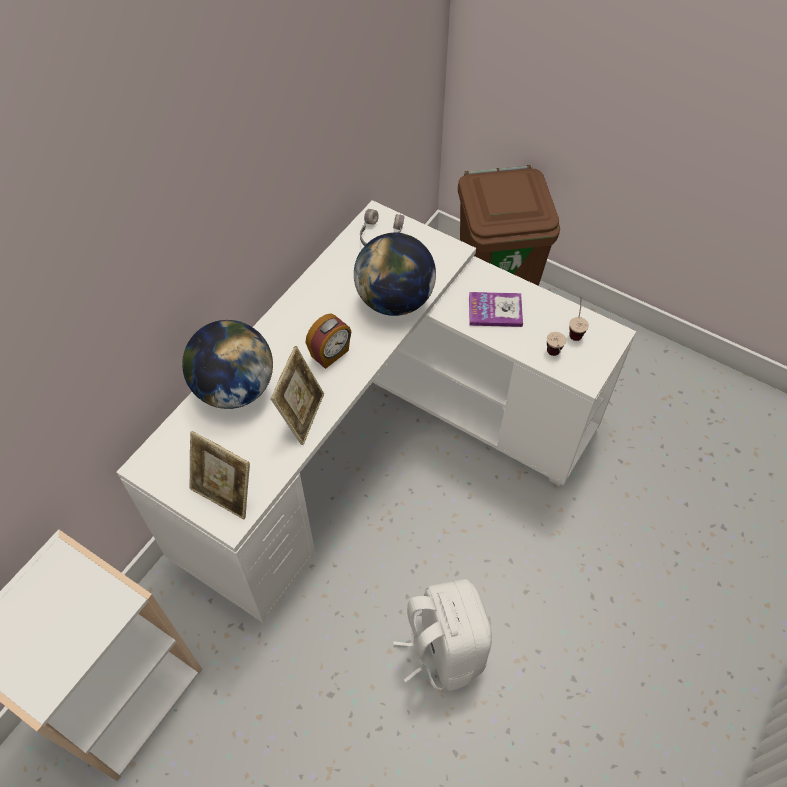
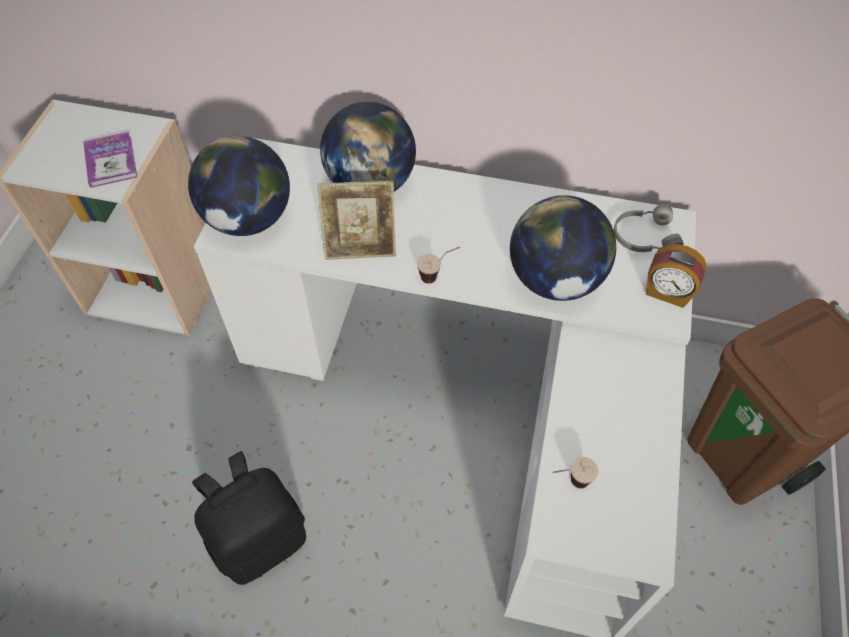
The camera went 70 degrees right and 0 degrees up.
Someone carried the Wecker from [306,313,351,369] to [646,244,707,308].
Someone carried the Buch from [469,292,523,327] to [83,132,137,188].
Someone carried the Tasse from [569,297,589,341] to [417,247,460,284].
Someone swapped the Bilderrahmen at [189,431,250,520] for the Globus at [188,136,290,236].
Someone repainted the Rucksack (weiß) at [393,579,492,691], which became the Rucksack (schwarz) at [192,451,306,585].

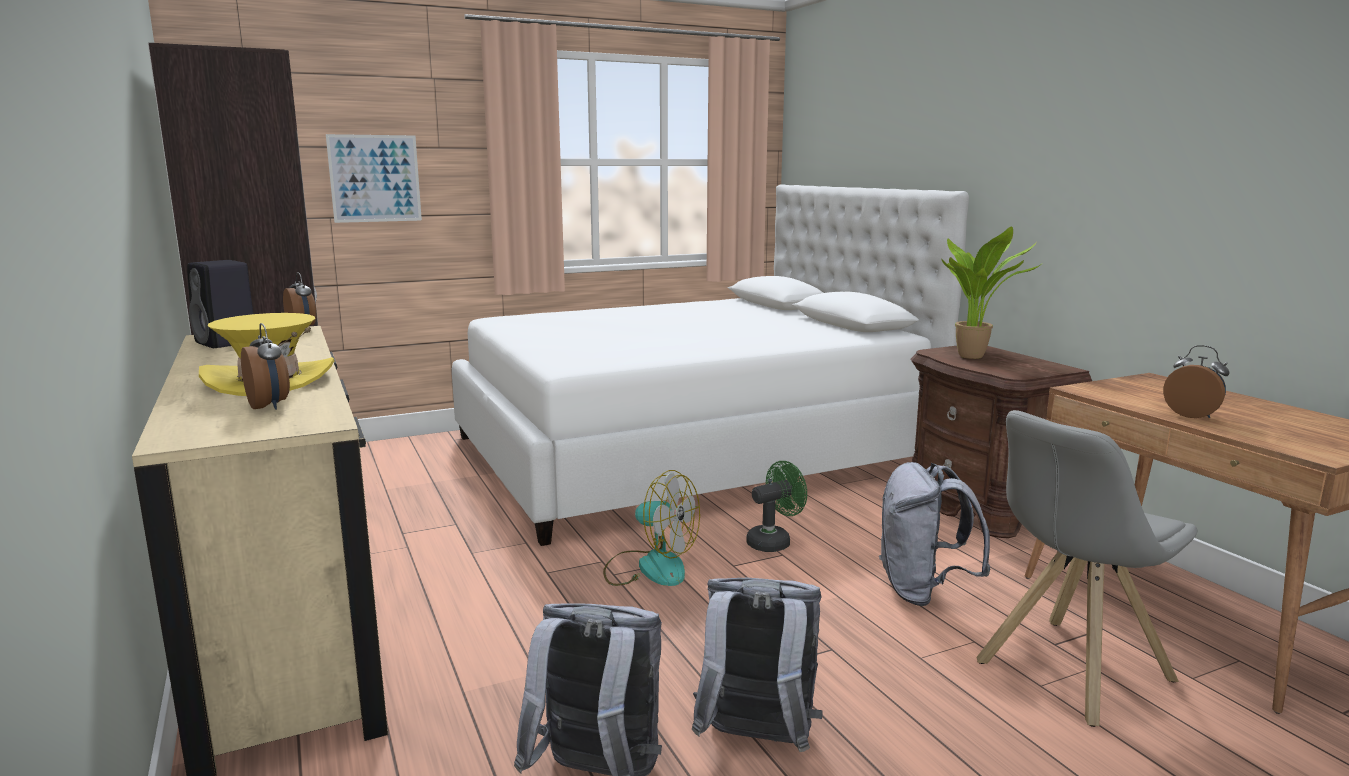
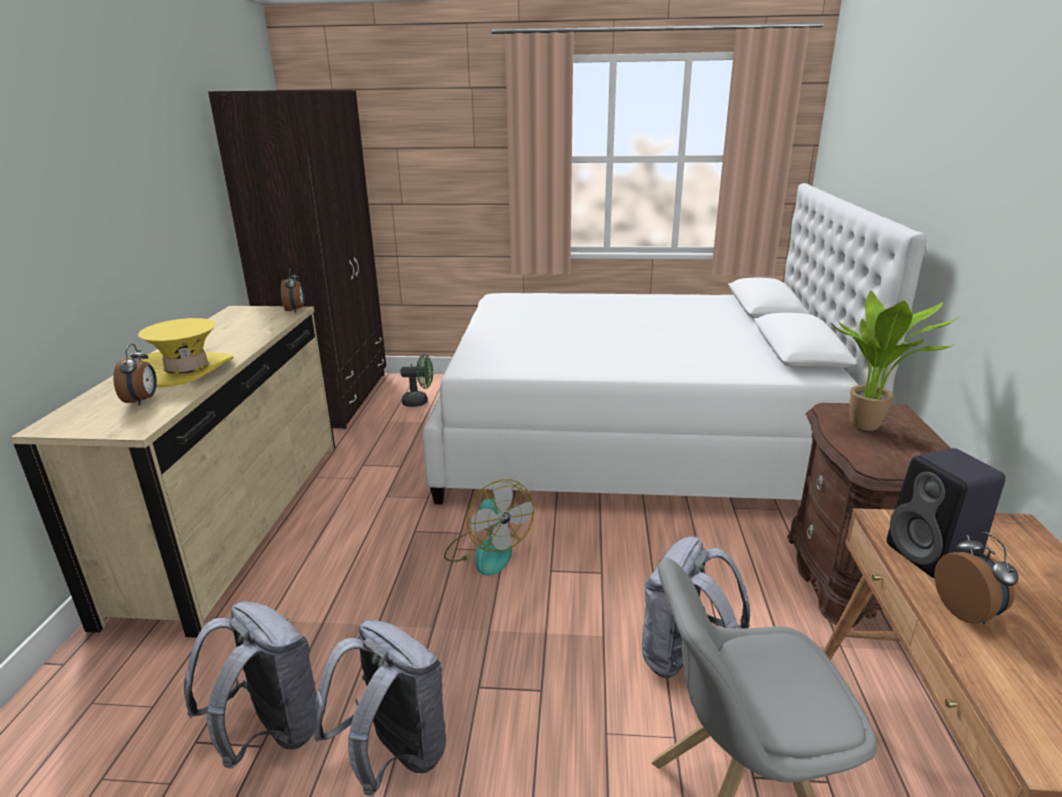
The camera went 30 degrees right and 10 degrees up.
Someone took away the Bild at [326,134,422,223].
Someone carried the Lautsprecher (schwarz) from [187,260,254,348] to [886,448,1006,578].
Someone carried the Ventilator (grün) from [746,461,807,552] to [400,354,433,407].

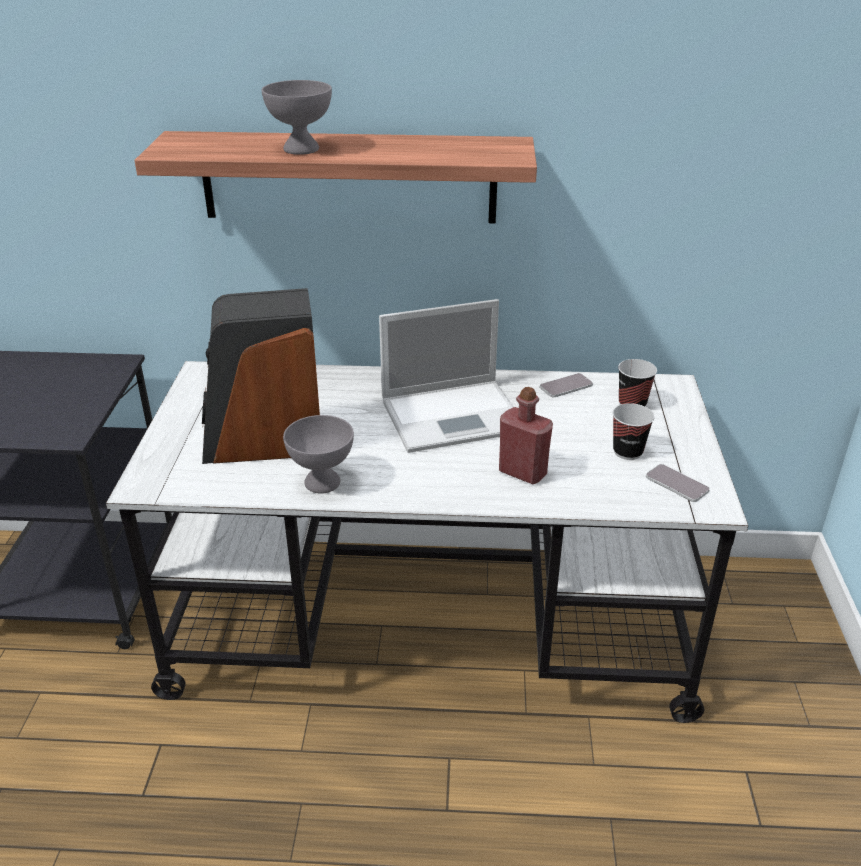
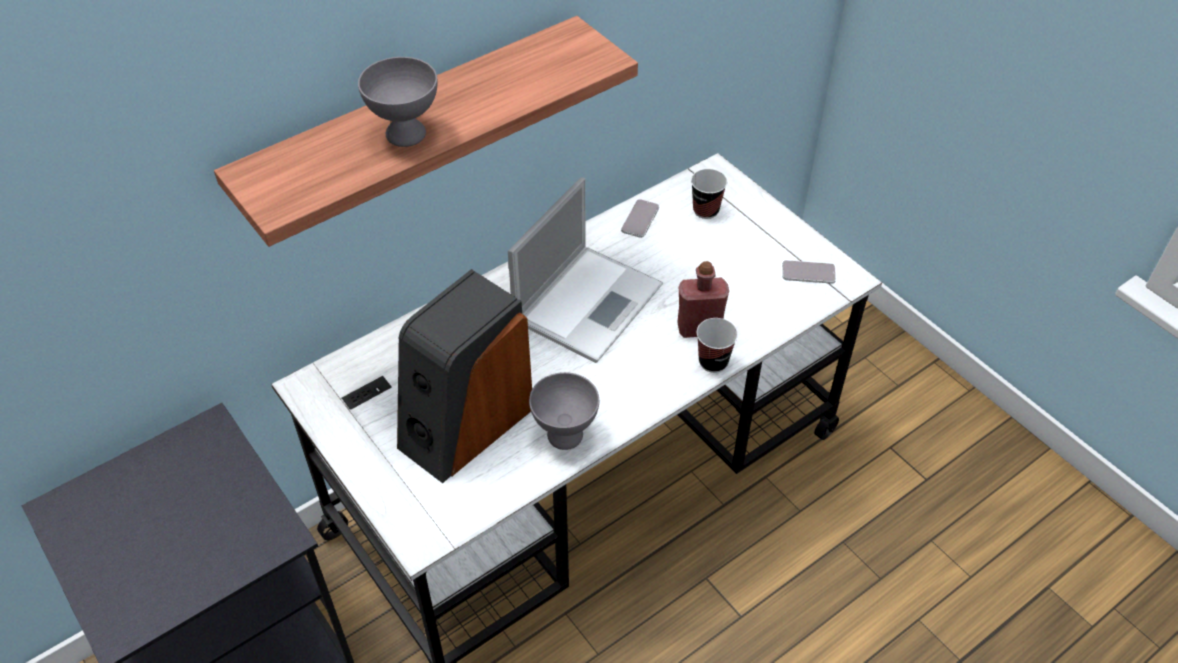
The camera went 40 degrees left and 15 degrees up.
Someone carried the Tasse from [613,403,655,460] to [697,318,738,373].

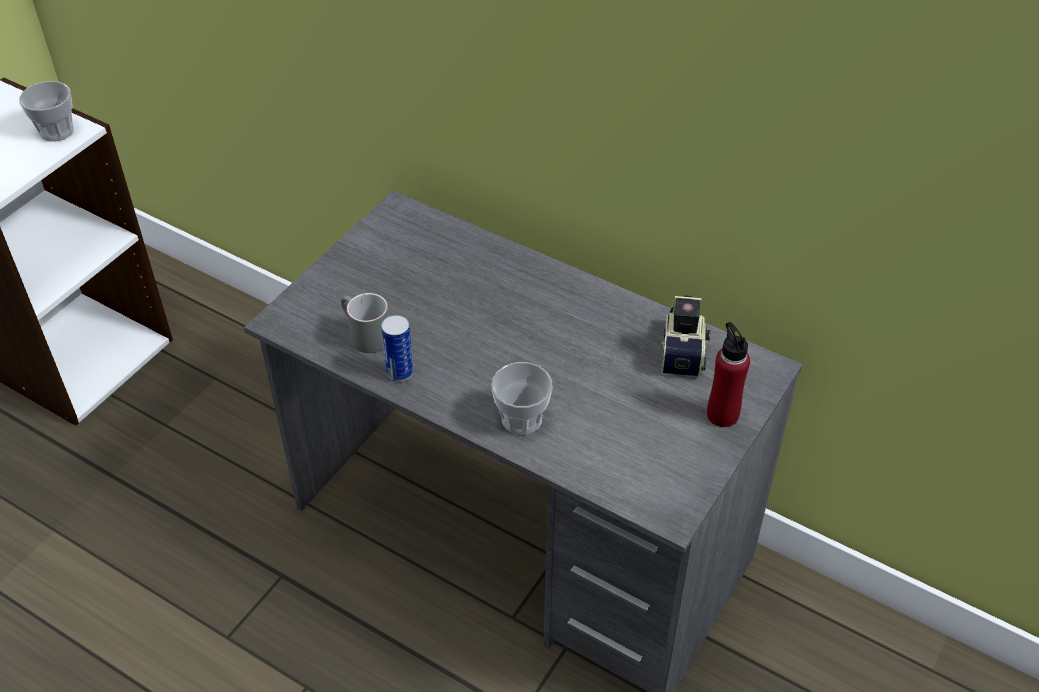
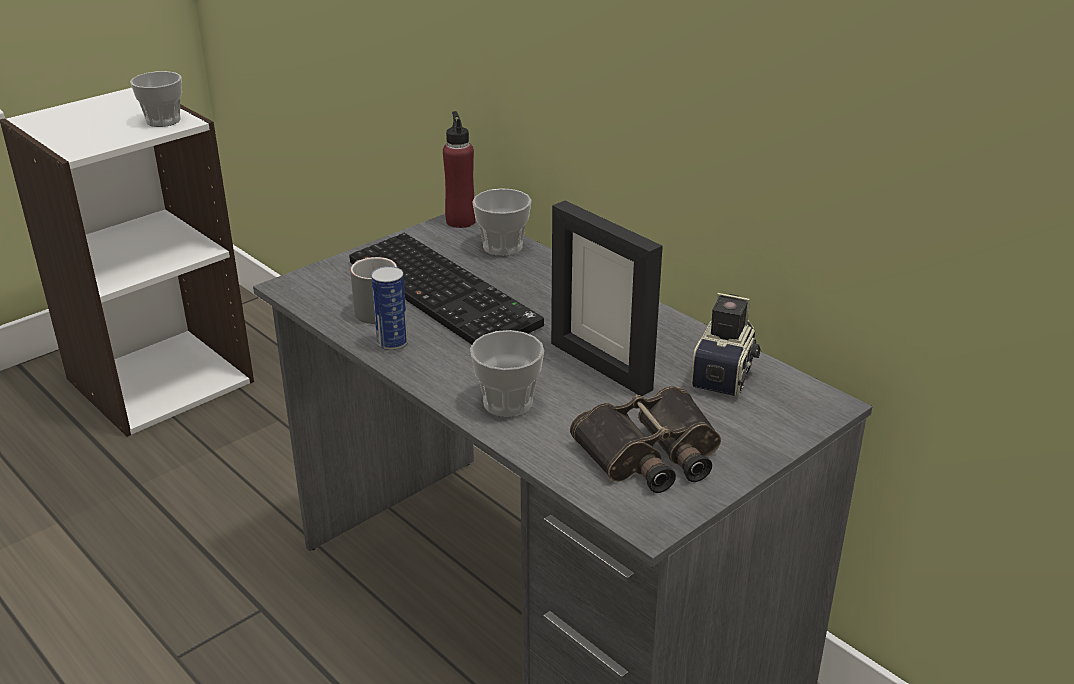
The camera went 15 degrees right and 15 degrees down.
Someone put down the Tastatur at [349,233,544,345].
Someone put down the Tasse at [472,188,532,256].
Someone put down the Bilderrahmen at [551,201,663,396].
Someone put down the Fernglas at [570,386,721,493].
Someone carried the Flasche (rot) from [707,322,750,427] to [443,111,476,228].

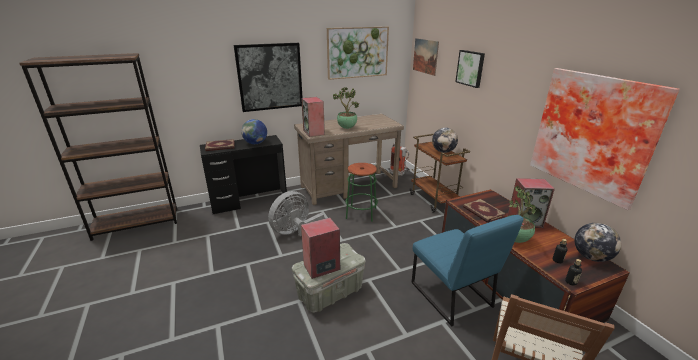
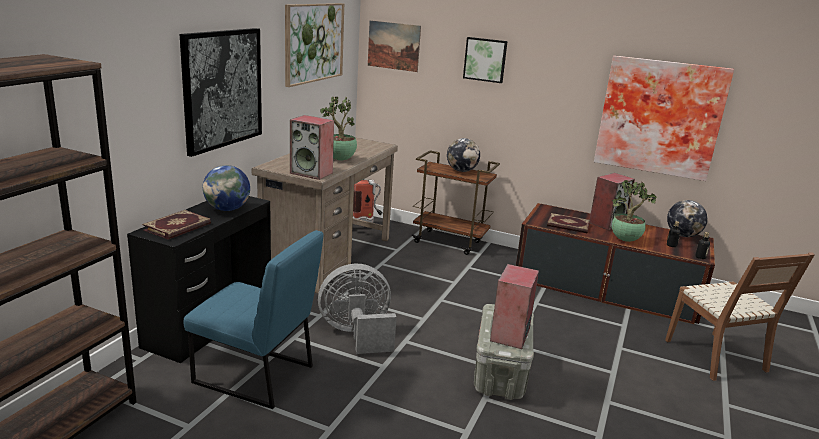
The camera went 45 degrees left and 5 degrees down.
Someone took away the Hocker (grün) at [345,163,378,222].
Someone carried the Stuhl (blau) from [411,215,524,326] to [184,230,323,409].
Someone rotated the Ventilator (grau) at [268,191,324,236] by 75 degrees clockwise.

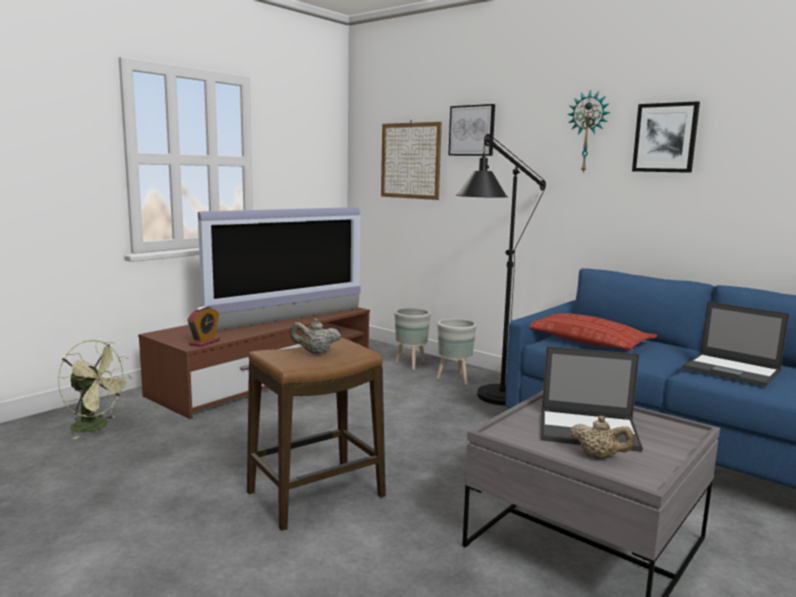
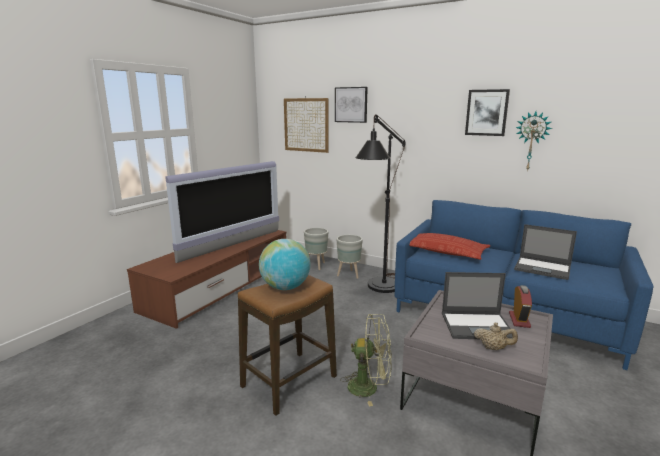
The camera went 10 degrees left and 5 degrees up.
Someone carried the Ventilator (grün) from [58,340,132,439] to [340,314,392,406].
Someone carried the Wecker from [187,306,220,347] to [509,285,532,328].
Someone carried the Wanduhr from [567,90,610,174] to [516,112,552,172].
Someone swapped the Teekanne (beige) at [290,318,341,354] for the Globus at [259,239,310,290].

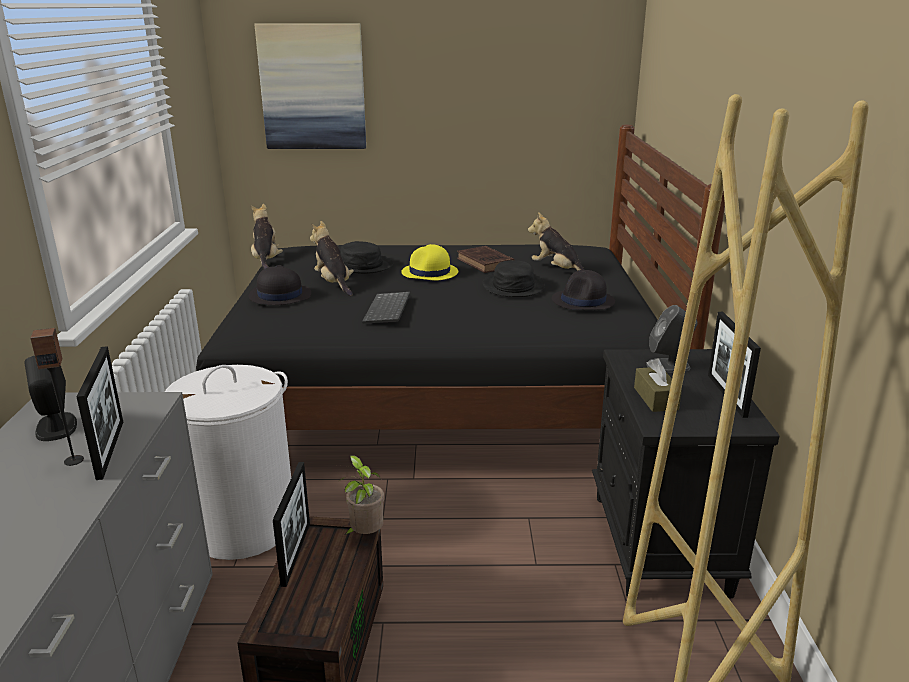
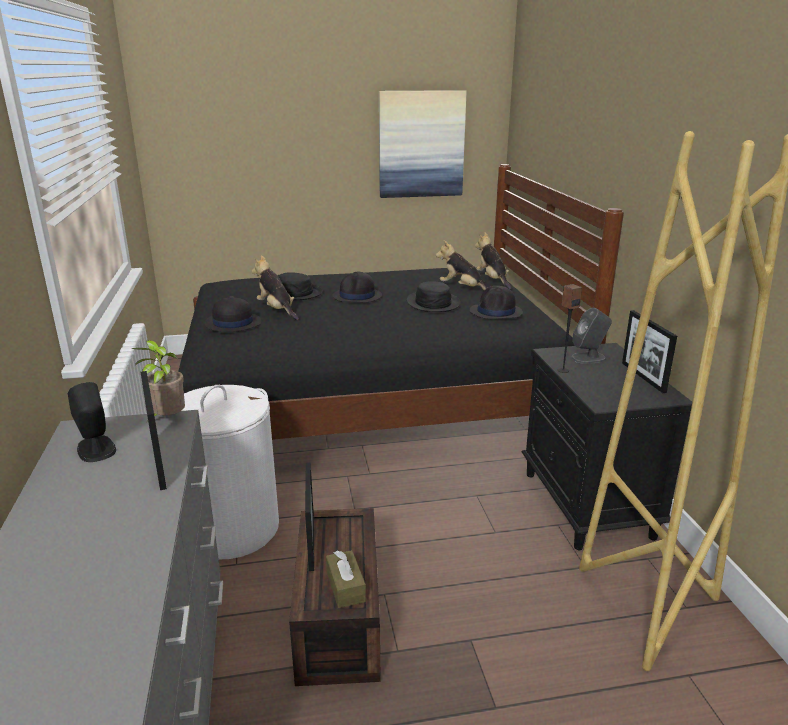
The camera went 10 degrees left and 0 degrees up.
Someone took away the Tastatur at [362,292,410,324].
Someone took away the Buch (braun) at [457,246,515,273].
Someone carried the Lautsprecher from [30,328,84,466] to [558,284,582,373].
Someone carried the Plüschtier from [251,204,283,269] to [475,232,512,289].
Someone carried the Bild from [254,23,366,149] to [379,90,467,198].
Someone carried the Topfpflanze from [338,455,384,535] to [132,340,185,416].
Someone carried the Taschentuchbox (braun) from [634,358,682,412] to [326,550,366,608].
Someone repainted the Hut (gelb) at [401,244,458,281], which became the Hut (schwarz) at [333,272,382,302].

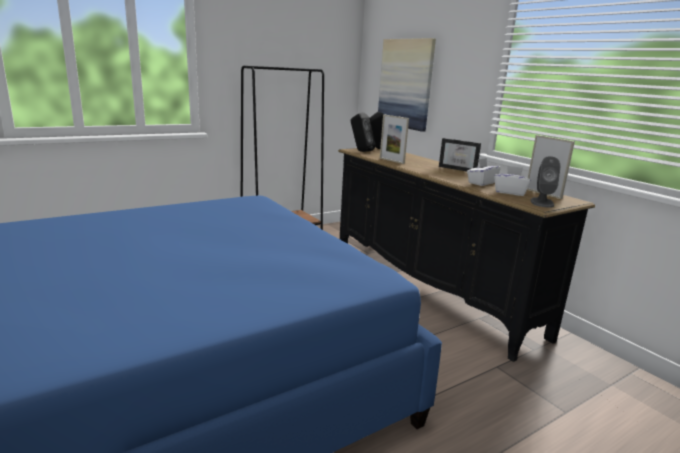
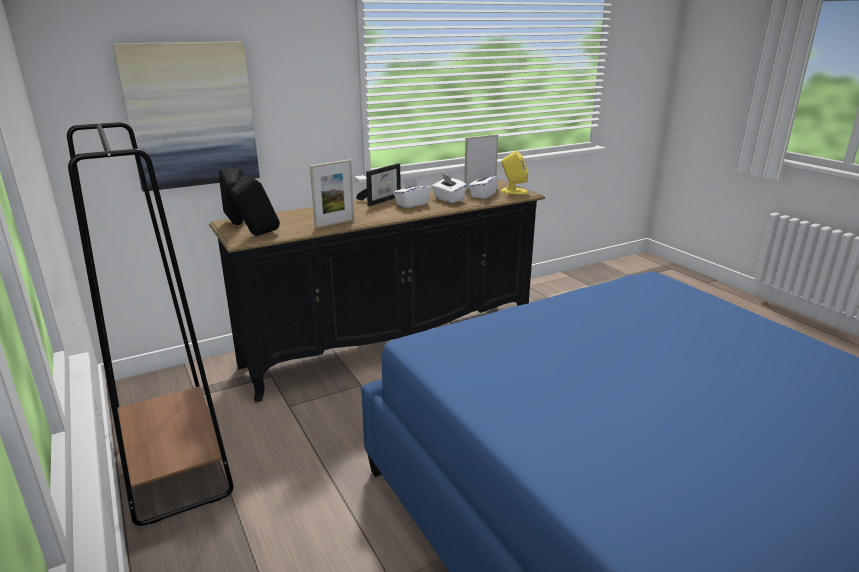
The camera went 85 degrees left and 5 degrees up.
Someone put down the Taschentuchbox (weiß) at [393,177,431,208].
Someone repainted the Lautsprecher (grau) at [530,156,561,208], which became the Lautsprecher (gelb) at [501,151,528,194].

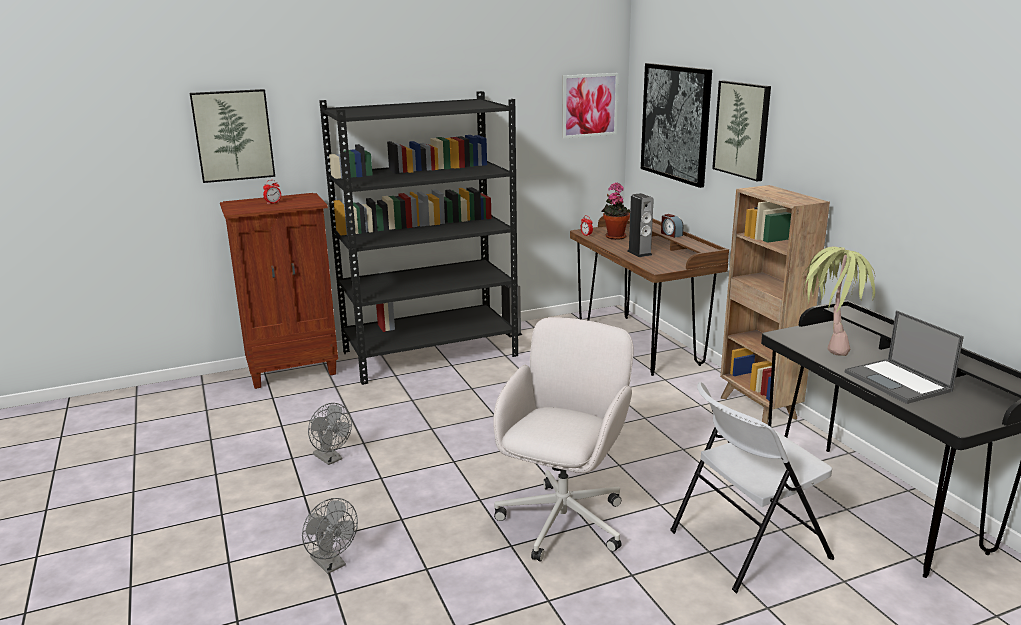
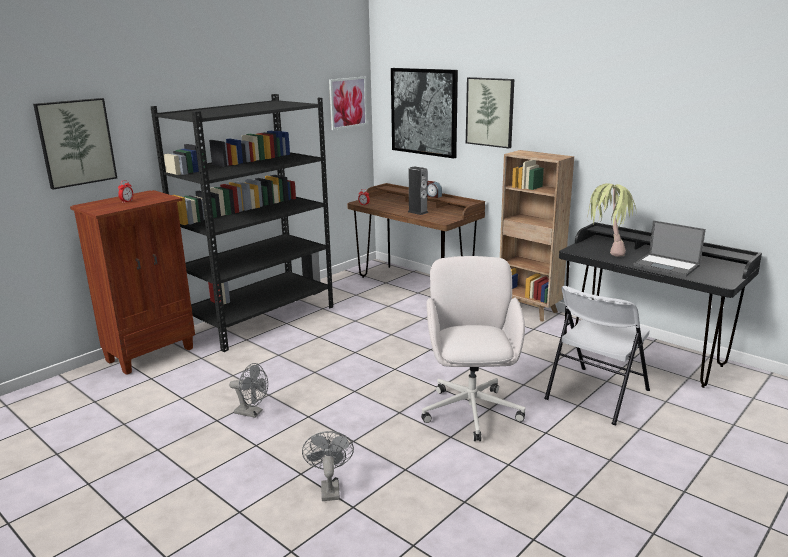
The camera went 25 degrees left and 0 degrees up.
Someone took away the Topfpflanze at [602,182,630,240].
Someone rotated the Ventilator (grau) at [302,498,358,574] by 120 degrees counterclockwise.

